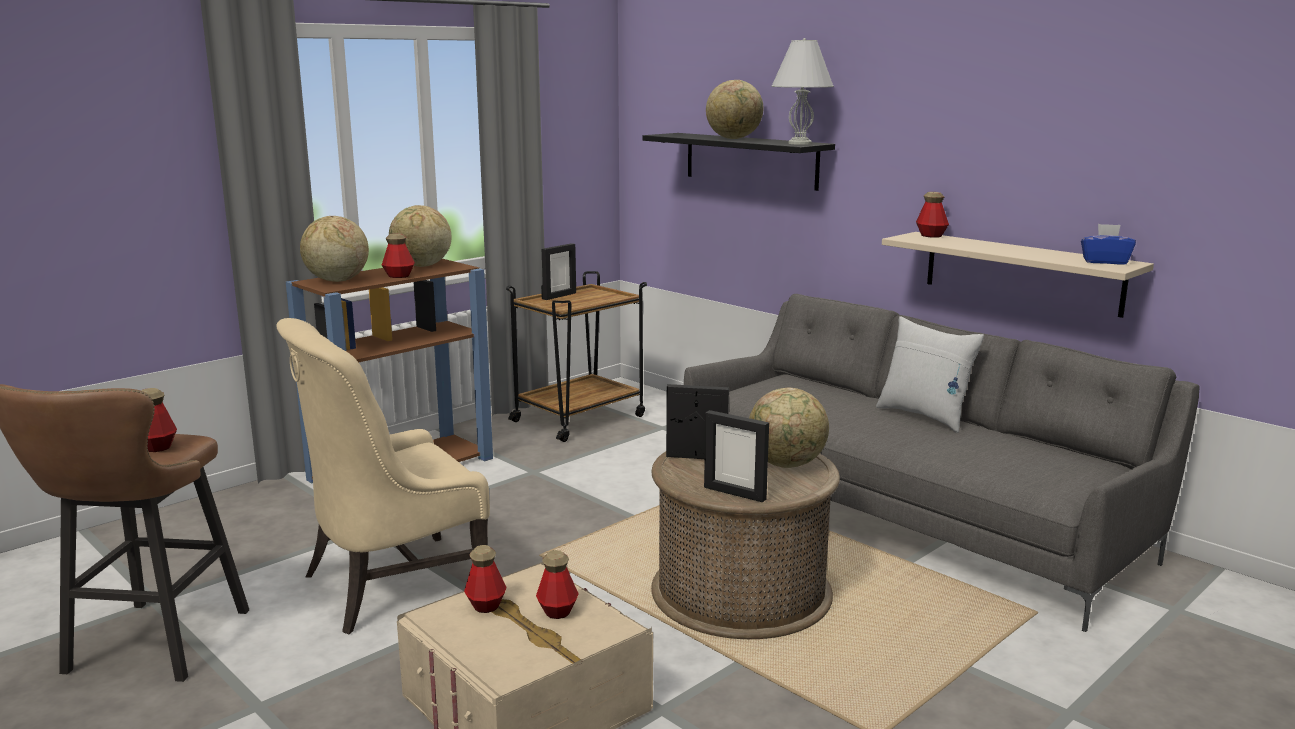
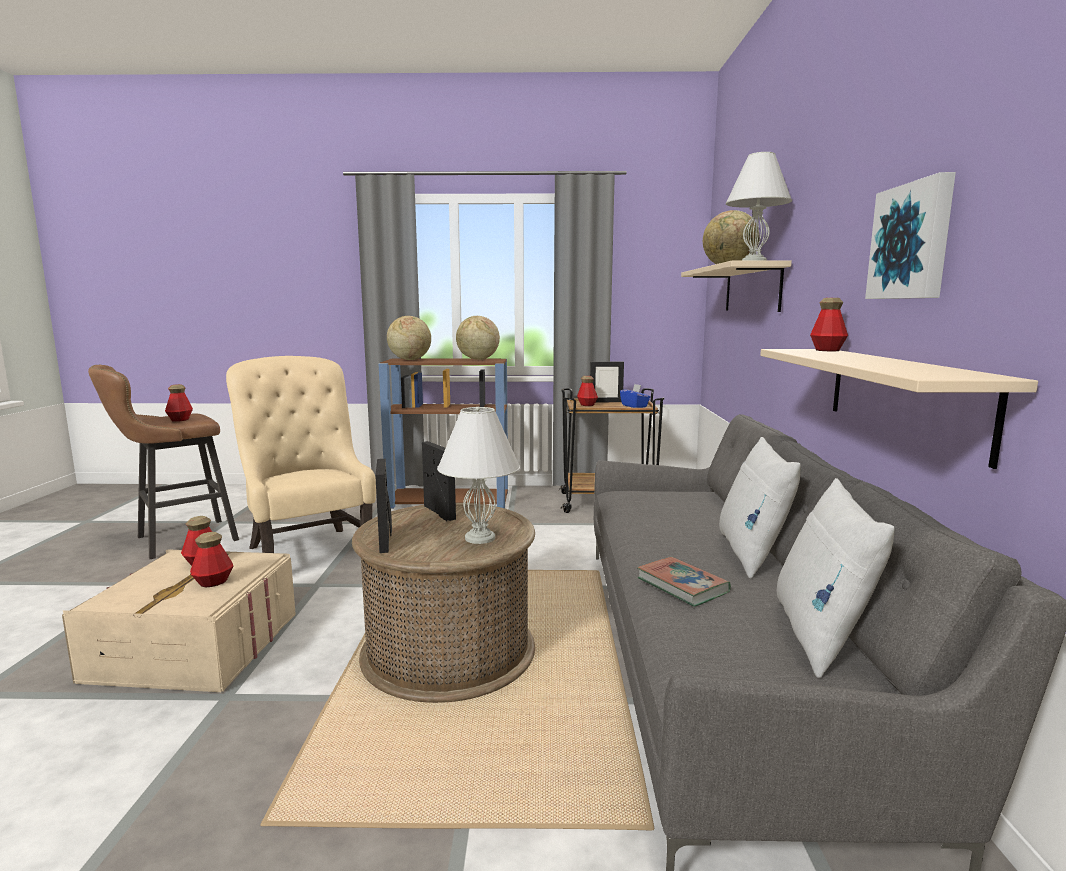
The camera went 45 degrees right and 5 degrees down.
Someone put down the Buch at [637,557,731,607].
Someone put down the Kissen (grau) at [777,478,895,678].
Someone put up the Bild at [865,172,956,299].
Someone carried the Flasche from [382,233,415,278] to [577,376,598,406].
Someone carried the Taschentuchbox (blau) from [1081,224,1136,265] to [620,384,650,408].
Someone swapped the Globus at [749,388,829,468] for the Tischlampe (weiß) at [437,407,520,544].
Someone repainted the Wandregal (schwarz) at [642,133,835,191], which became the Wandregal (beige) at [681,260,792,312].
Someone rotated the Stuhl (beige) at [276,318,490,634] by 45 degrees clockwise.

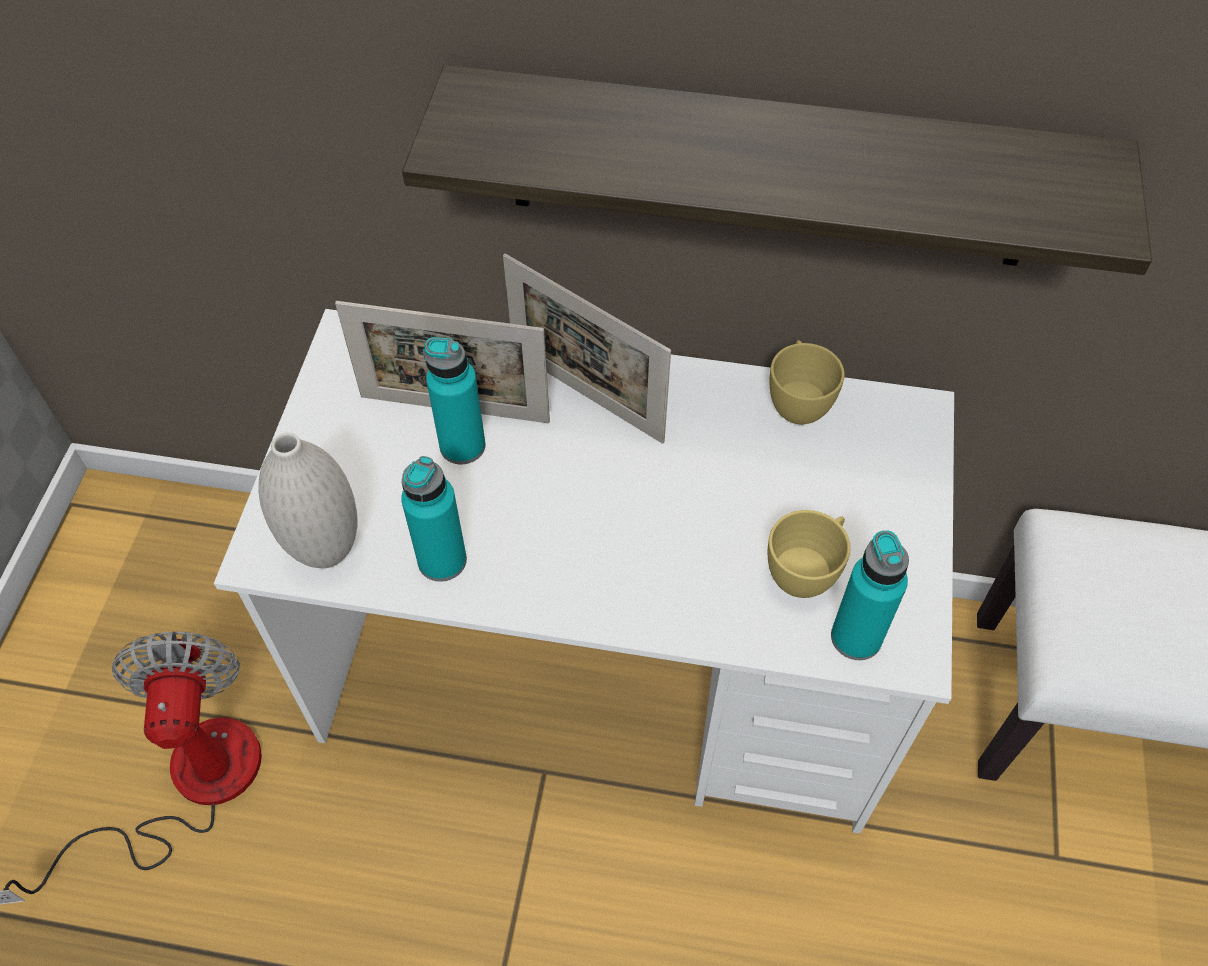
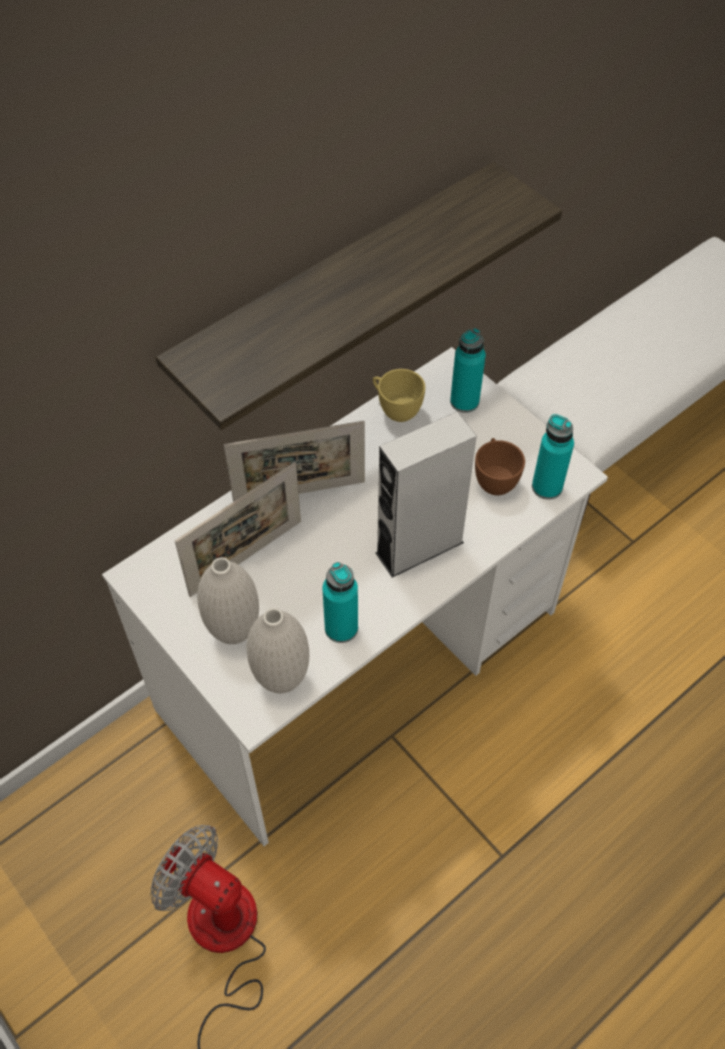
The camera went 50 degrees left and 0 degrees up.
Someone put down the Vase (weiß) at [197,557,259,644].
Someone put down the Lautsprecher (grau) at [376,412,477,577].
Someone carried the Flasche (türkis) from [424,337,485,465] to [450,328,486,413].
Someone repainted the Tasse (gelb) at [768,510,851,598], which became the Tasse (braun) at [475,438,525,495].

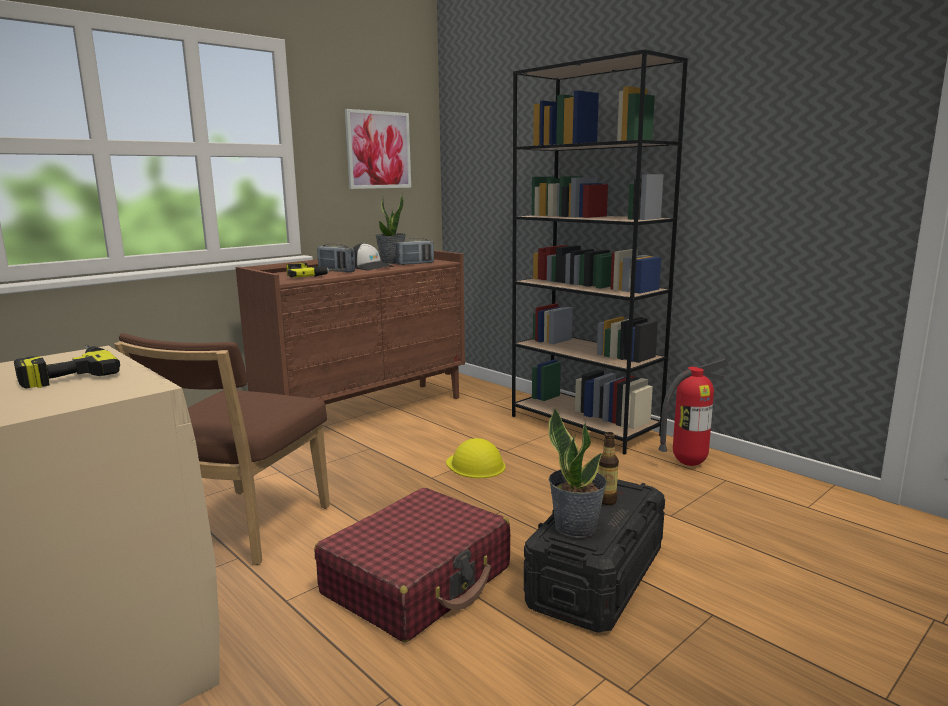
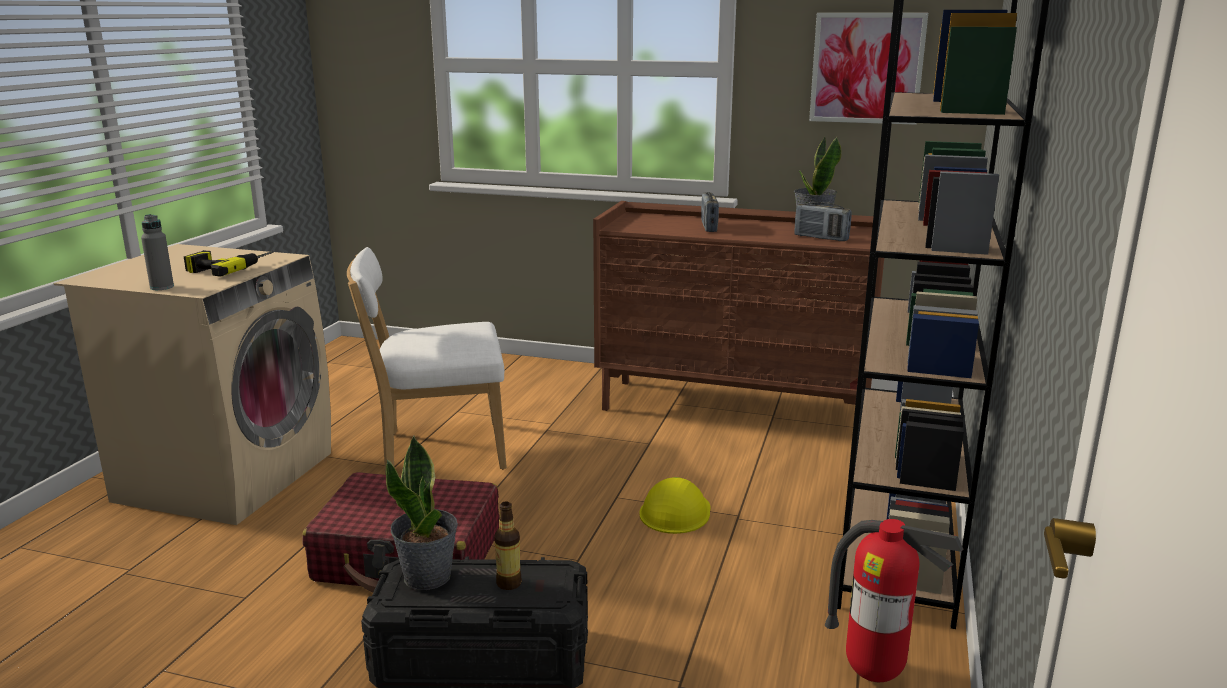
The camera went 60 degrees right and 5 degrees up.
Someone took away the Bohrmaschine at [286,263,346,278].
Someone took away the Kappe at [353,243,394,270].
Someone put down the Flasche (grau) at [141,214,174,290].
Someone repainted the Stuhl (braun) at [114,333,330,565], which became the Stuhl (weiß) at [347,247,507,475].

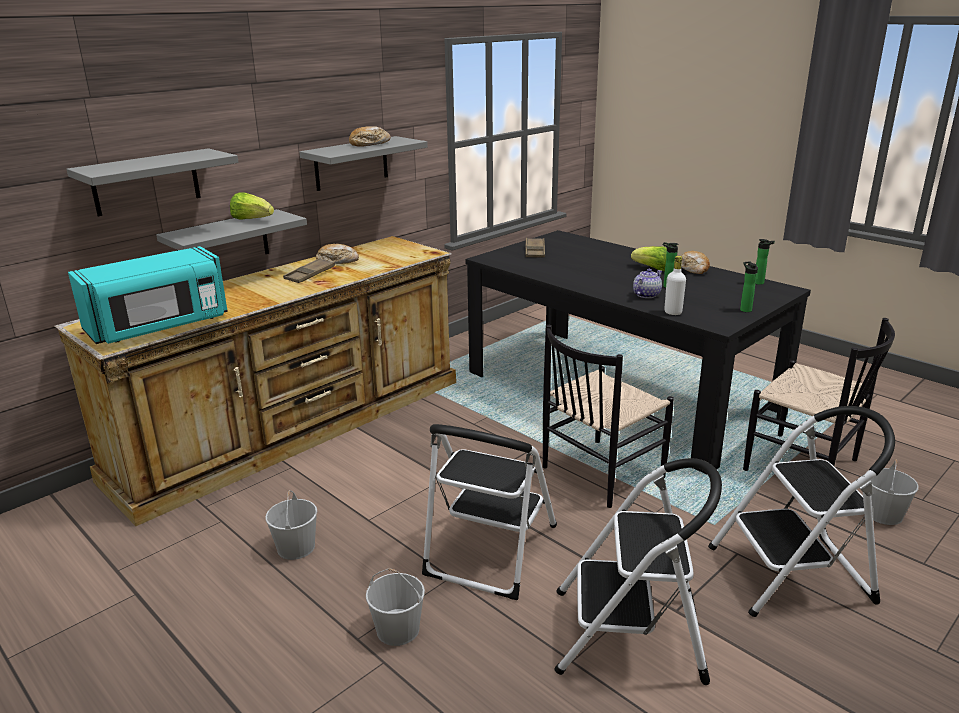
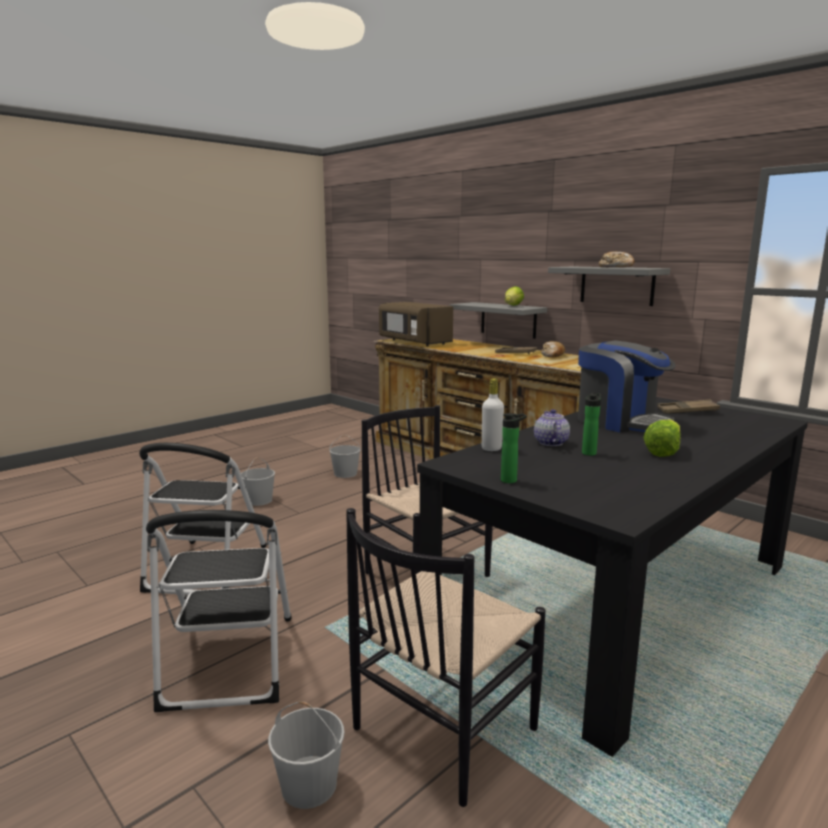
The camera went 90 degrees right and 10 degrees down.
Someone took away the Wandregal (grau) at [66,148,239,216].
Someone took away the Trittleiter at [422,424,557,600].
Someone took away the Brot at [681,251,710,274].
Someone took away the Flasche at [755,239,775,285].
Someone put down the Kaffeemaschine at [578,341,676,432].
Someone repainted the Mikrowelle (türkis) at [68,246,228,344], which became the Mikrowelle (braun) at [379,302,453,346].
Someone rotated the Teekanne at [633,269,662,298] by 135 degrees counterclockwise.

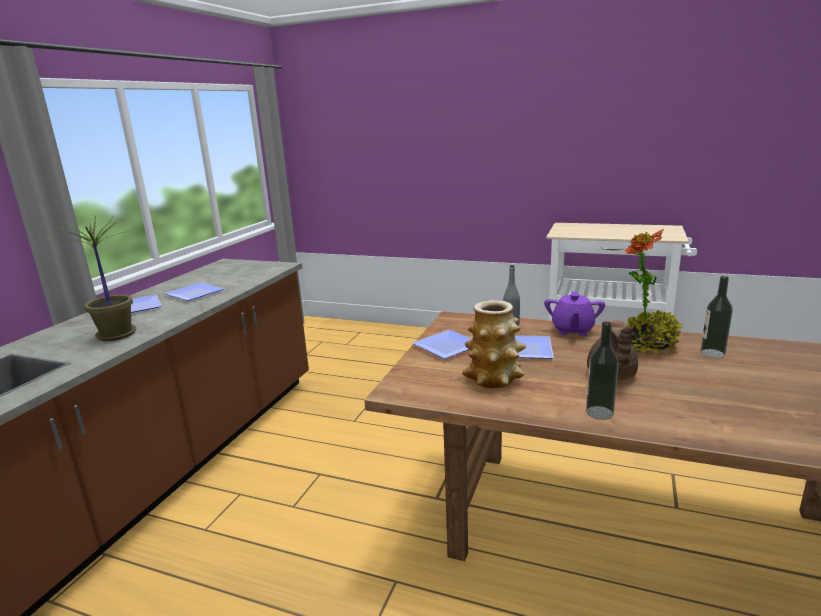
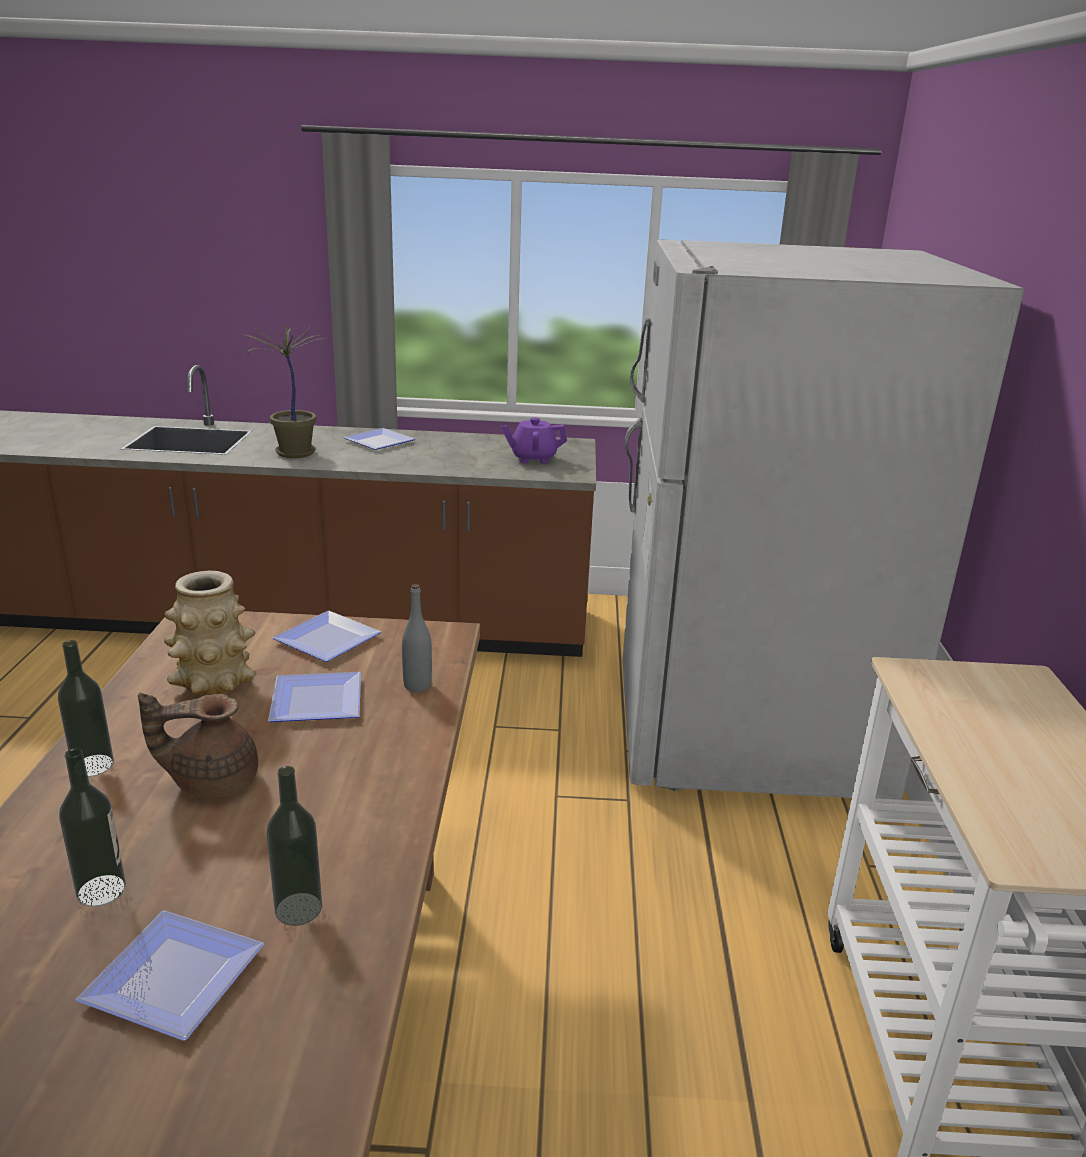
The camera went 70 degrees right and 5 degrees up.
Someone took away the Topfpflanze at [625,229,683,354].
Someone put down the Flasche at [59,748,126,907].
Someone put down the Kühlschrank (weiß) at [622,239,1025,800].
Someone carried the Teller from [165,283,224,301] to [76,910,264,1041].
Someone carried the Teekanne (lila) from [544,291,605,336] to [501,417,567,464].

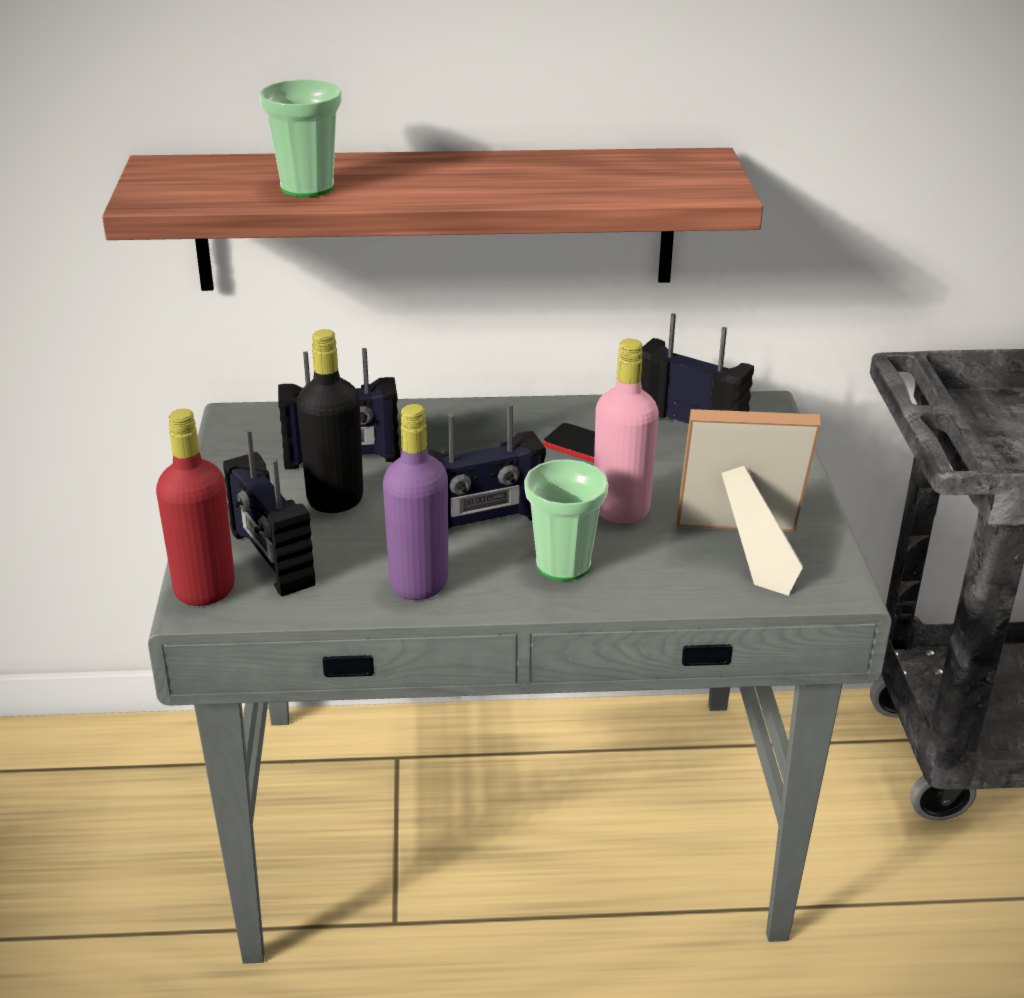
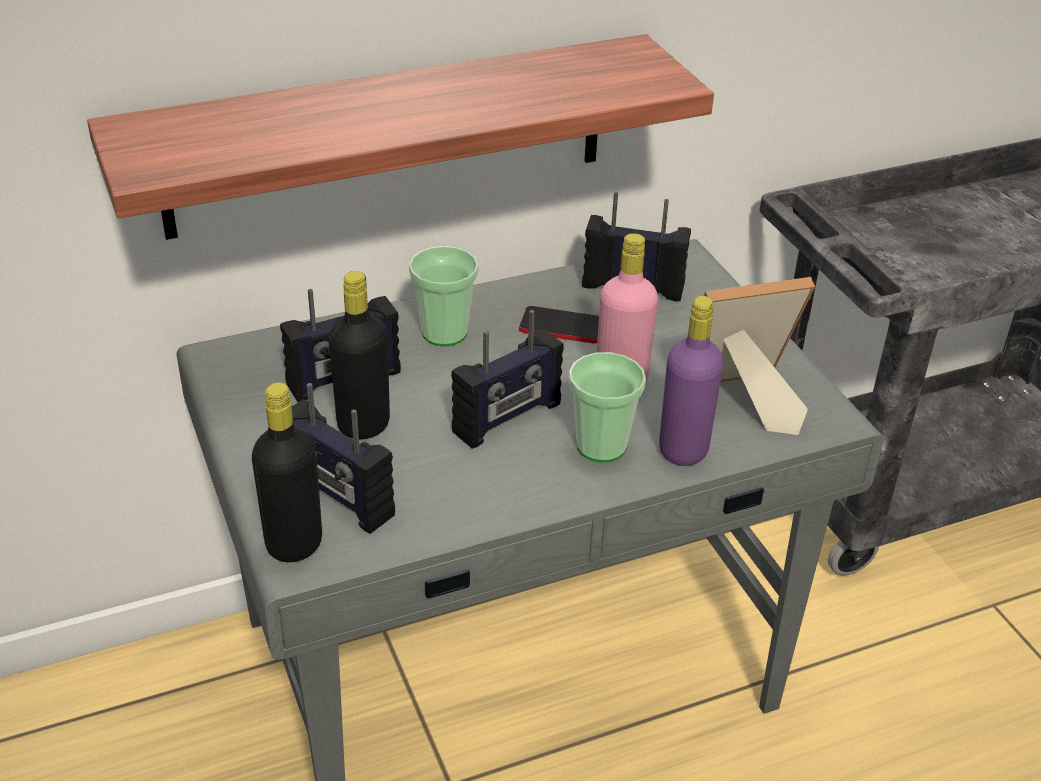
The camera went 20 degrees left and 5 degrees up.
Someone carried the Tasse from [259,79,342,197] to [409,246,479,347].
Someone carried the Flasche (lila) from [383,404,448,600] to [659,296,723,466].
Someone repainted the Flasche (rot) at [156,409,235,606], which became the Flasche (schwarz) at [252,382,322,562].

